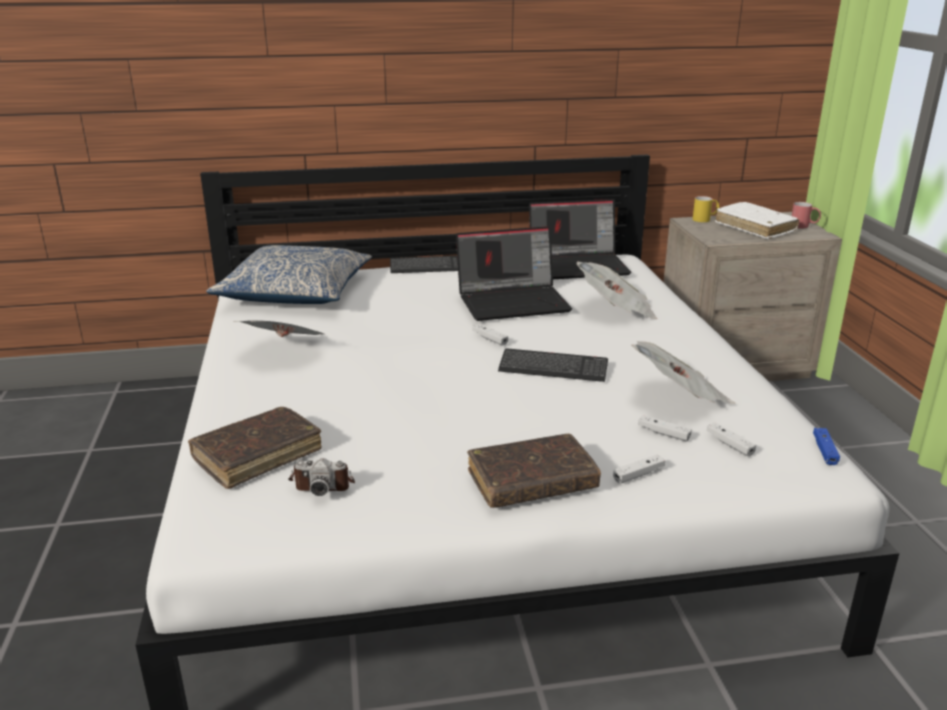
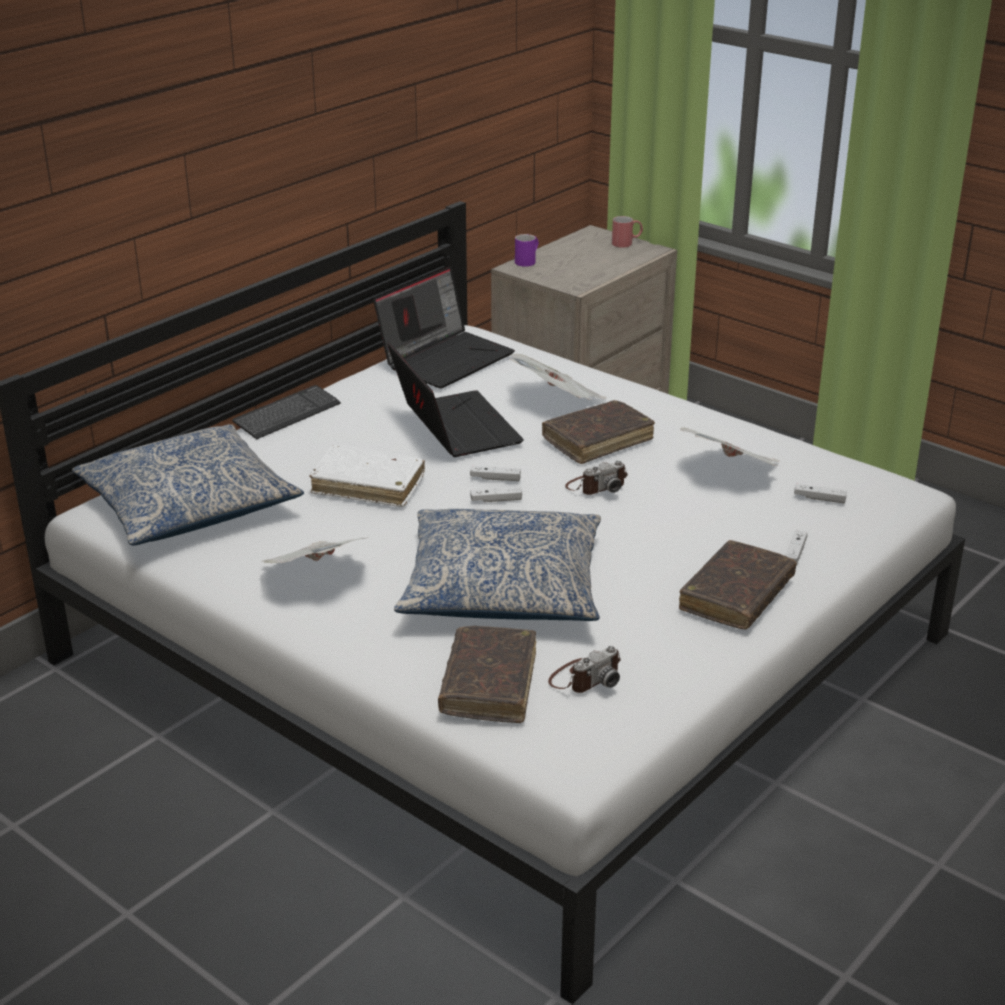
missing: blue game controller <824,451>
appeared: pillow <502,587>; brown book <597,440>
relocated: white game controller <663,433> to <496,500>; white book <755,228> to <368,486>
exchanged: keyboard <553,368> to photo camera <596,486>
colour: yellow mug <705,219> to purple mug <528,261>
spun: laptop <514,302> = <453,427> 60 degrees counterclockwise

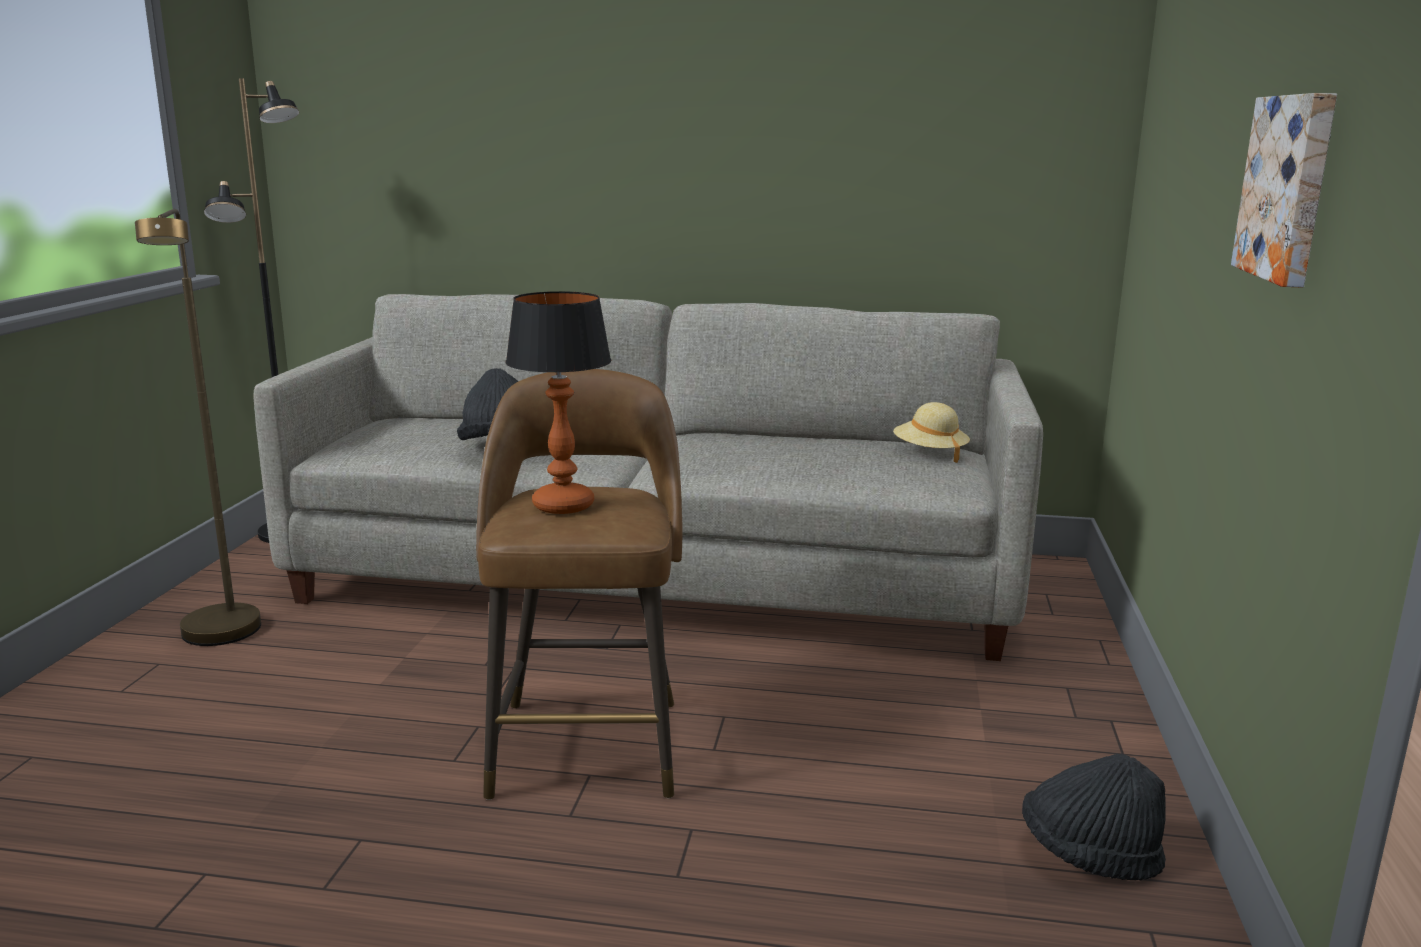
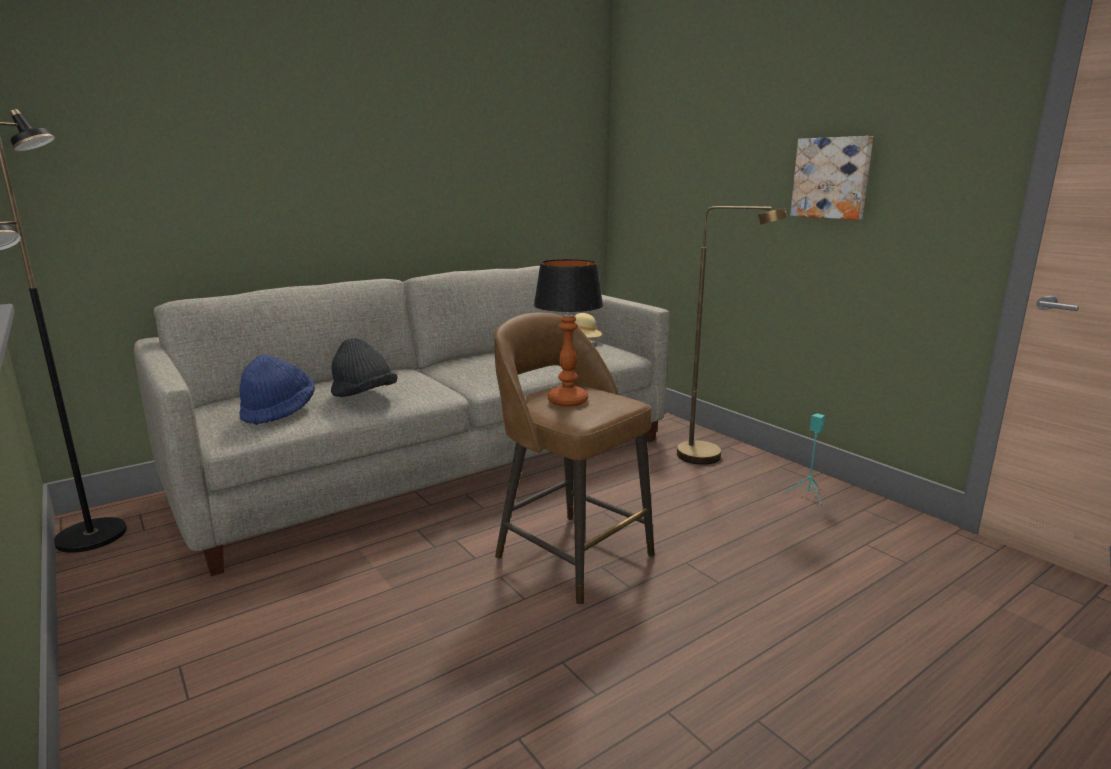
appeared: blue hat <279,412>
relocated: brown floor lamp <222,638> to <711,457>
exchanged: black hat <1089,855> to turquoise speaker <808,495>

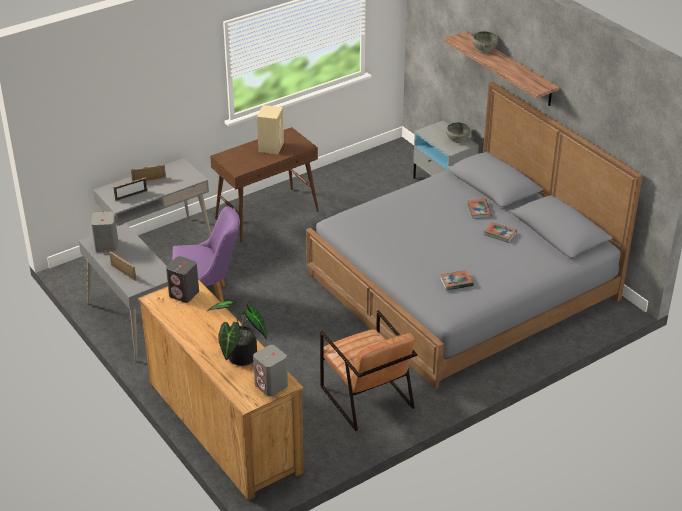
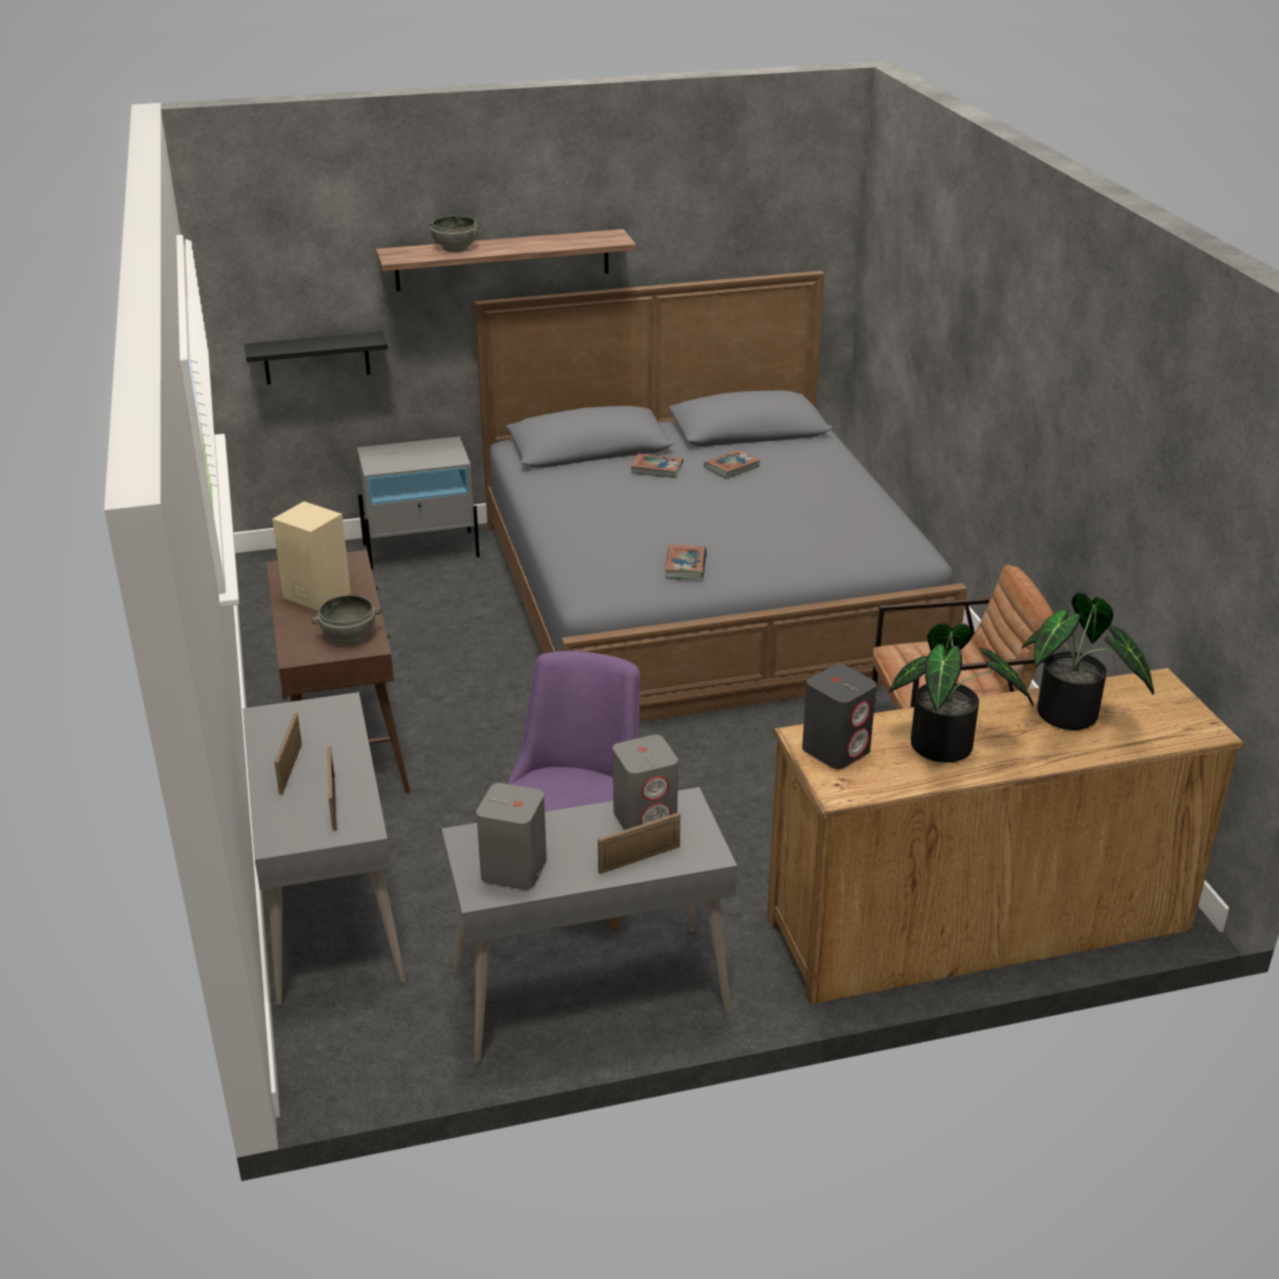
appeared: black shelf <316,358>; potted plant <948,749>
relocated: grey speaker <271,385> to <645,819>; book <456,282> to <685,565>; grey bowl <457,139> to <349,635>

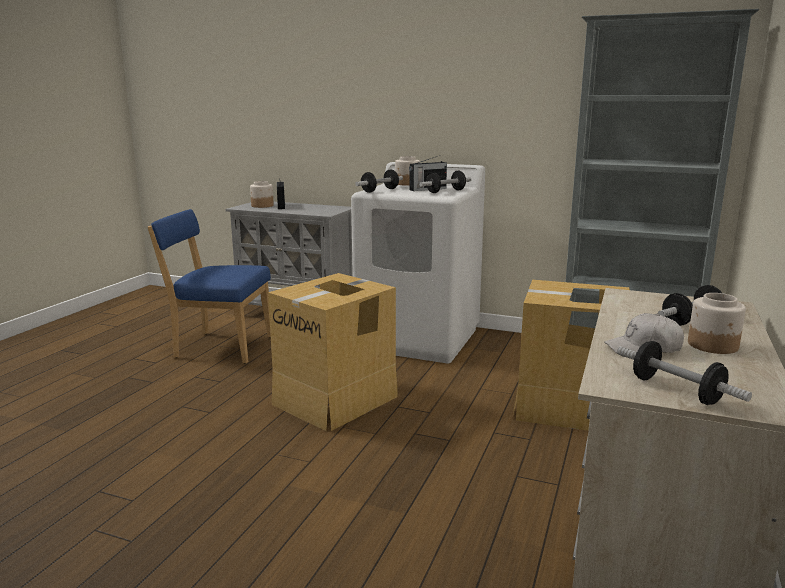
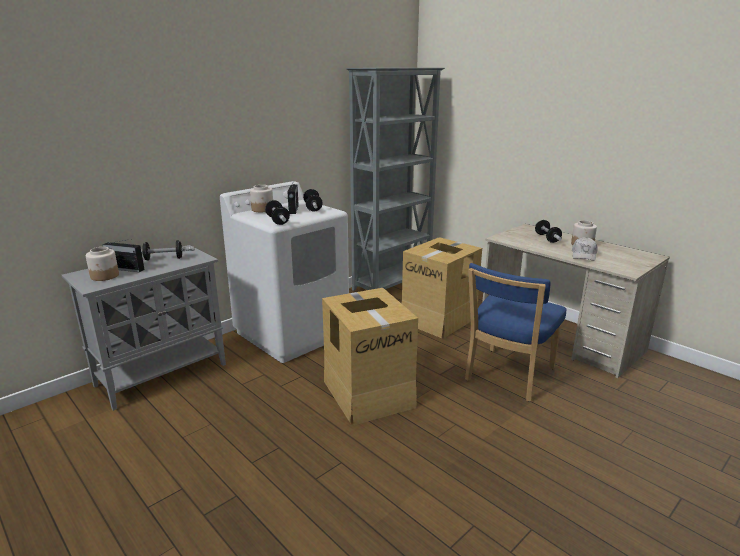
relocated: blue chair <219,347> to <507,376>; dumbbell <676,391> to <164,259>

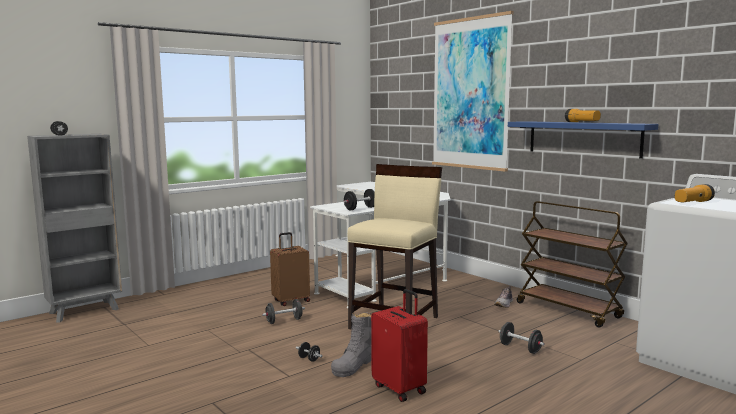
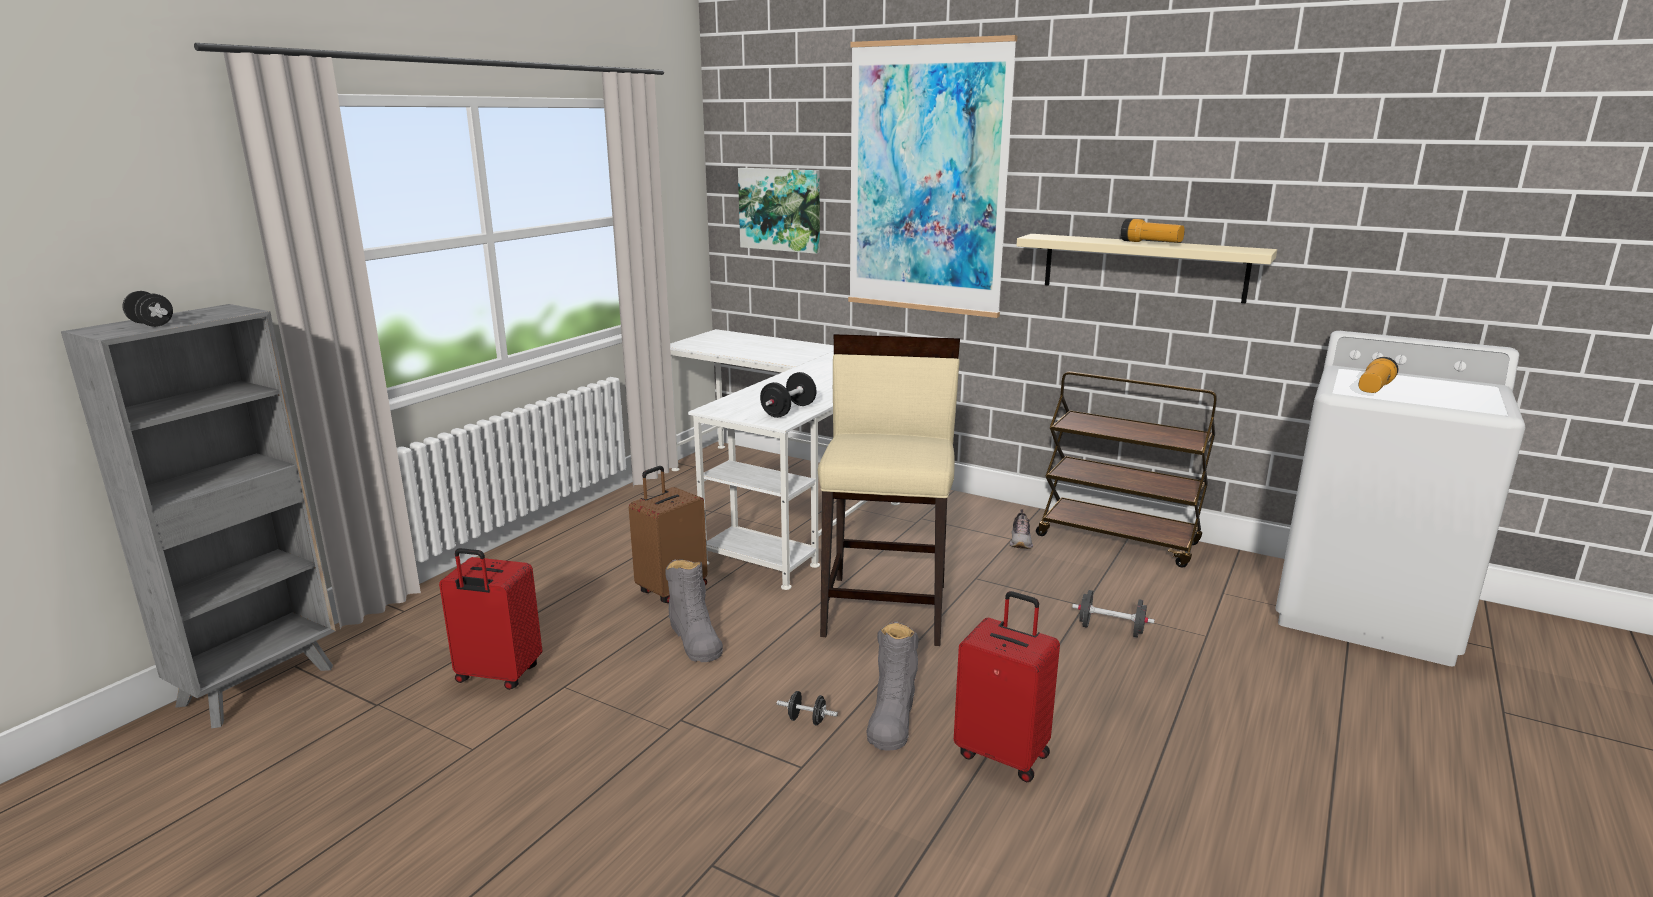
appeared: red suitcase <497,675>; picture <780,209>
exchanged: black dumbbell <284,321> to grey boot <695,639>
colour: blue shelf <583,138> to beige shelf <1143,267>

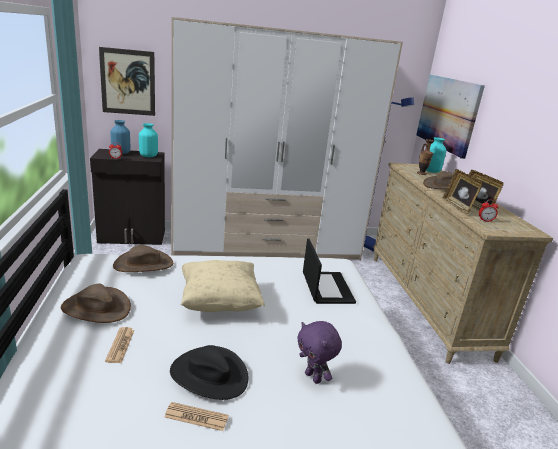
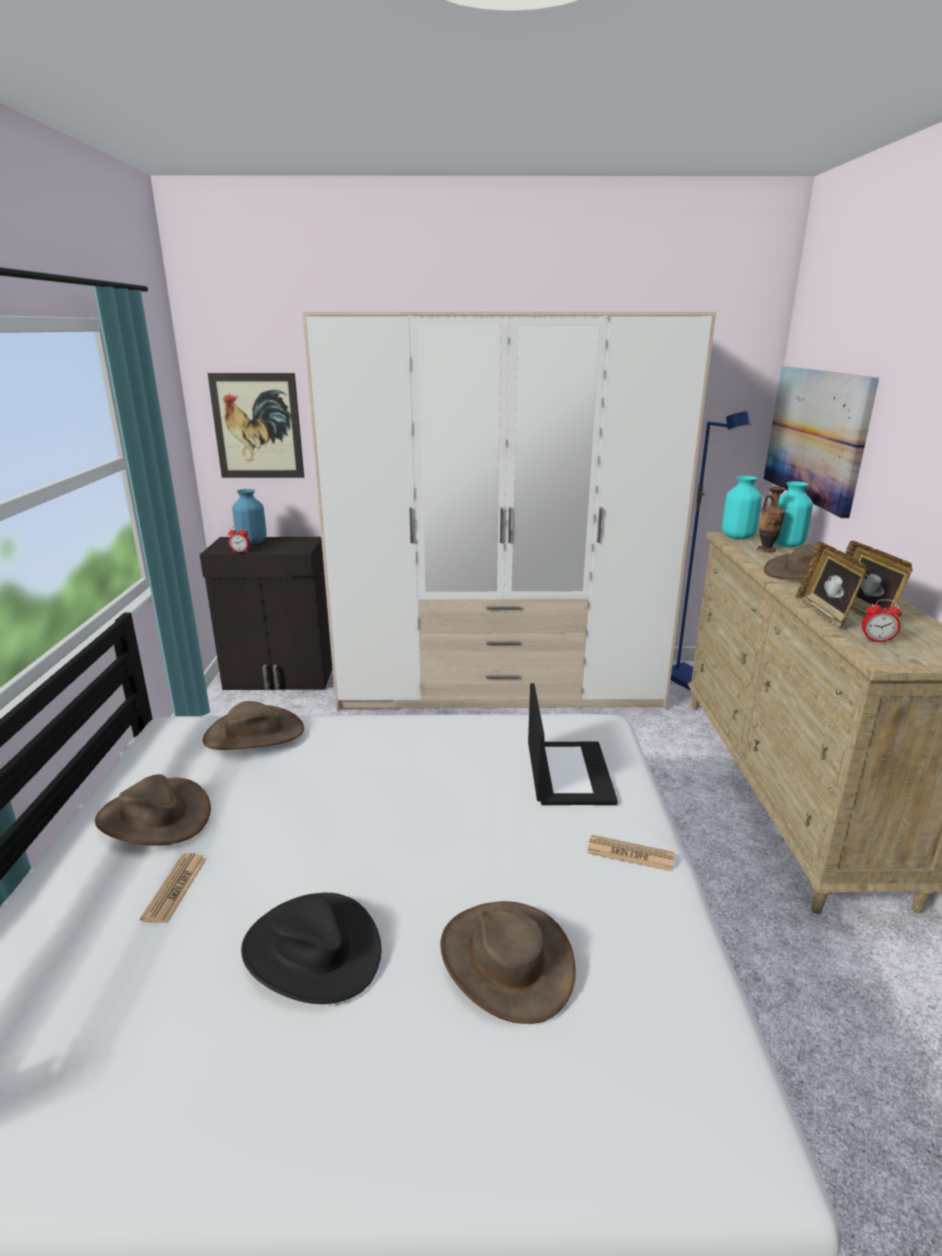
missing: beige pillow <219,303>
relocated: turquoise vase <148,156> to <738,537>; newspaper <196,417> to <630,854>
exchanged: purple plush toy <314,377> to brown hat <506,960>

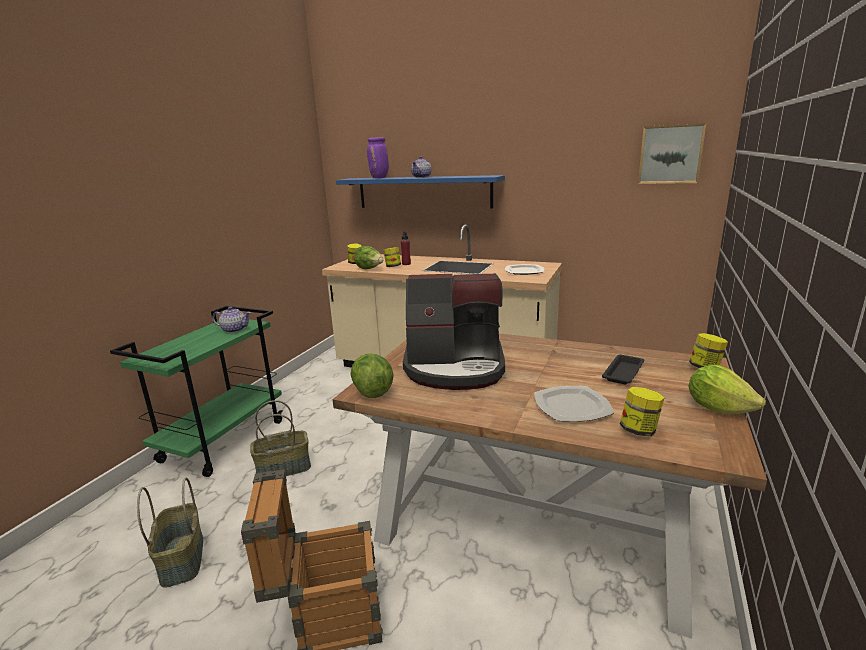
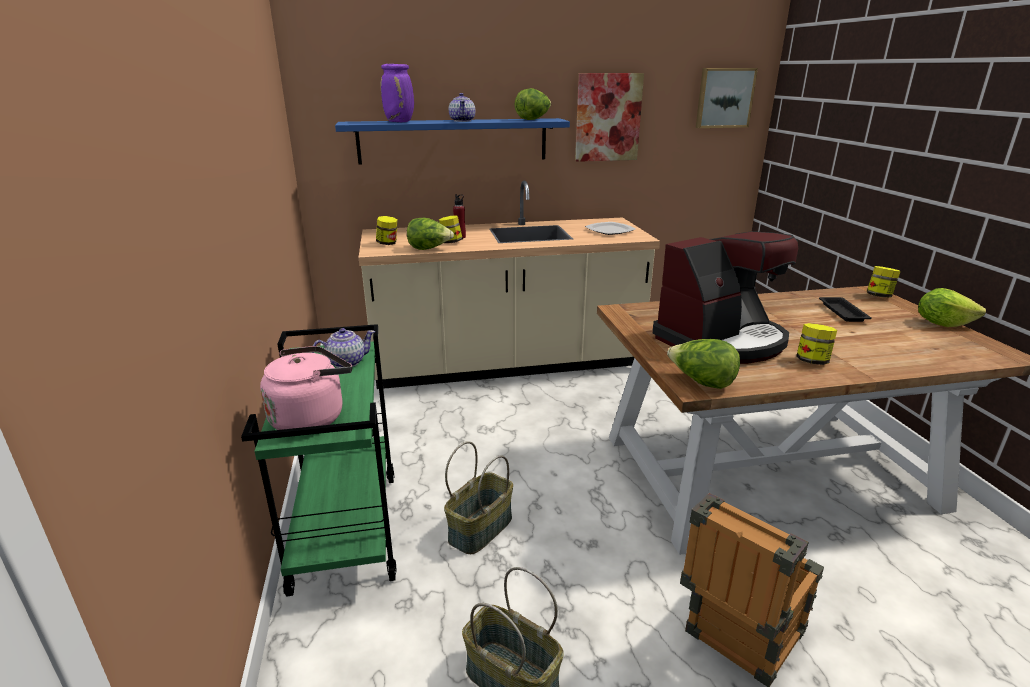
missing: plate <571,406>
appeared: pink kettle <311,417>; lettuce <533,119>; picture <608,117>
relocated: jar <639,430> to <812,361>

